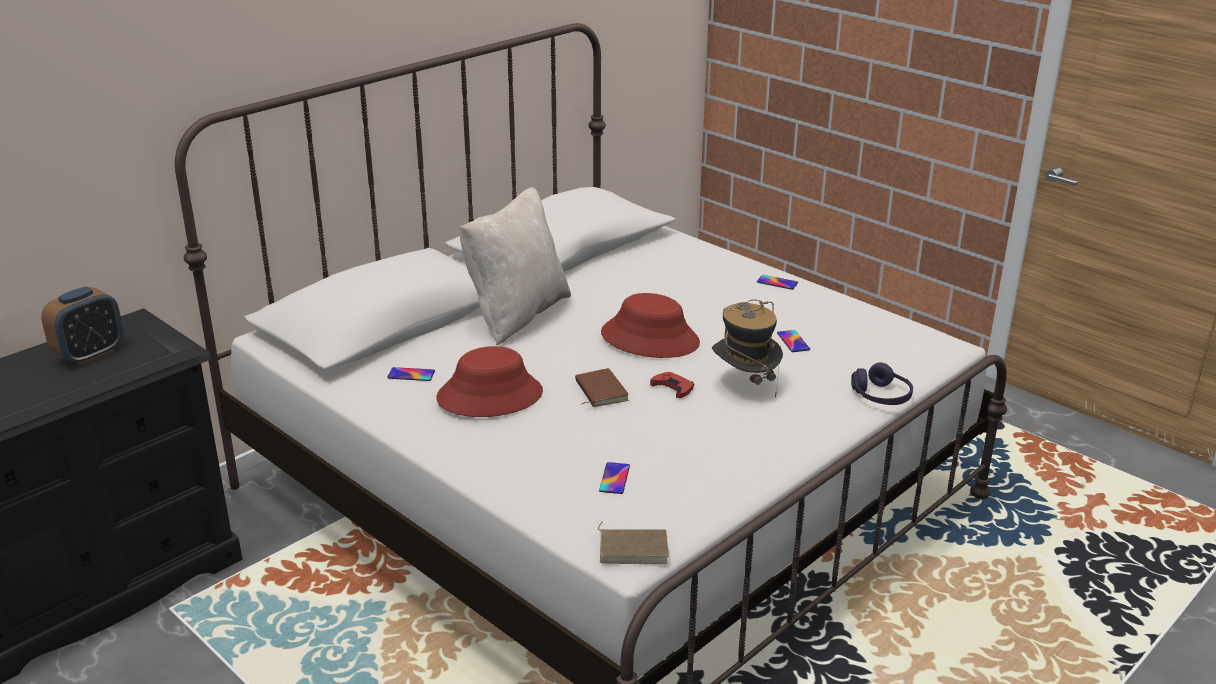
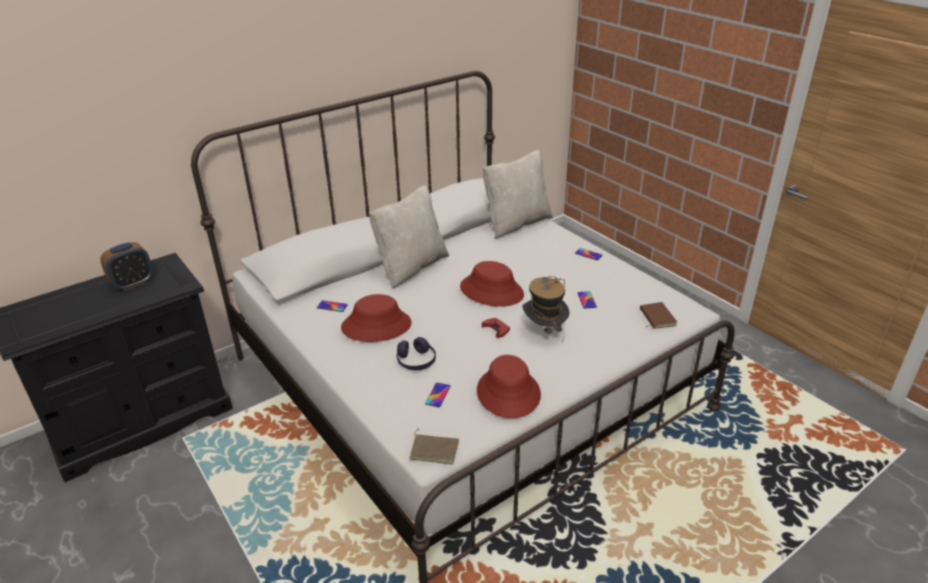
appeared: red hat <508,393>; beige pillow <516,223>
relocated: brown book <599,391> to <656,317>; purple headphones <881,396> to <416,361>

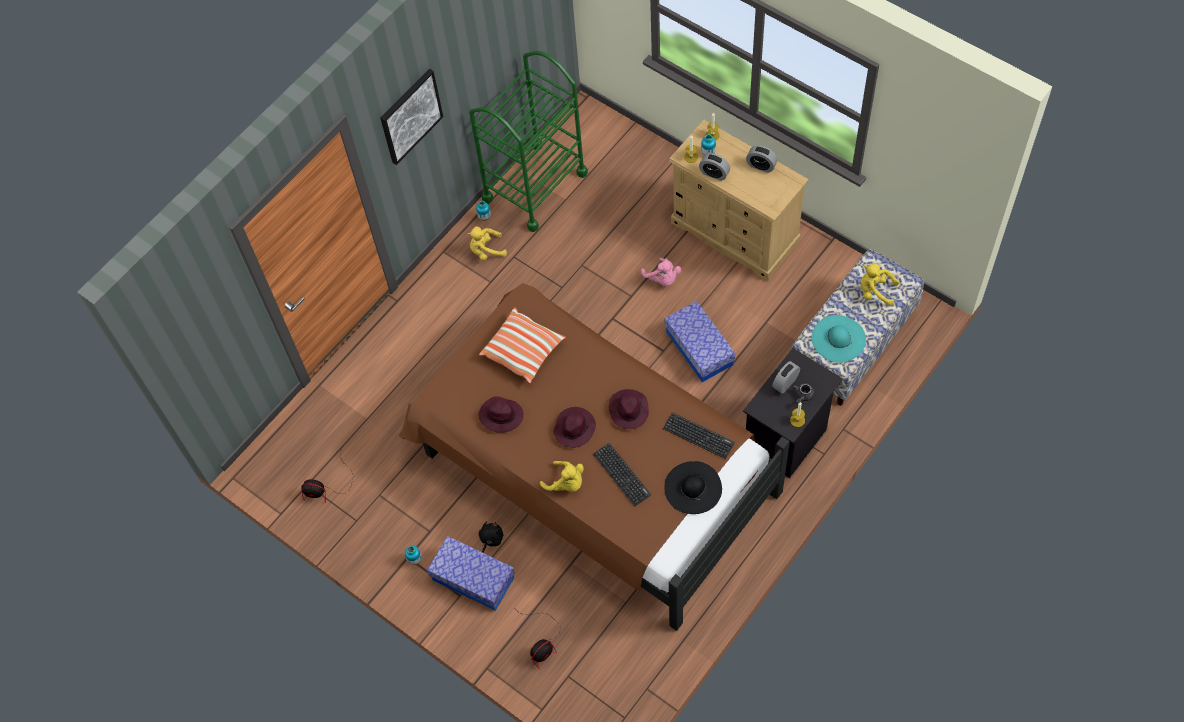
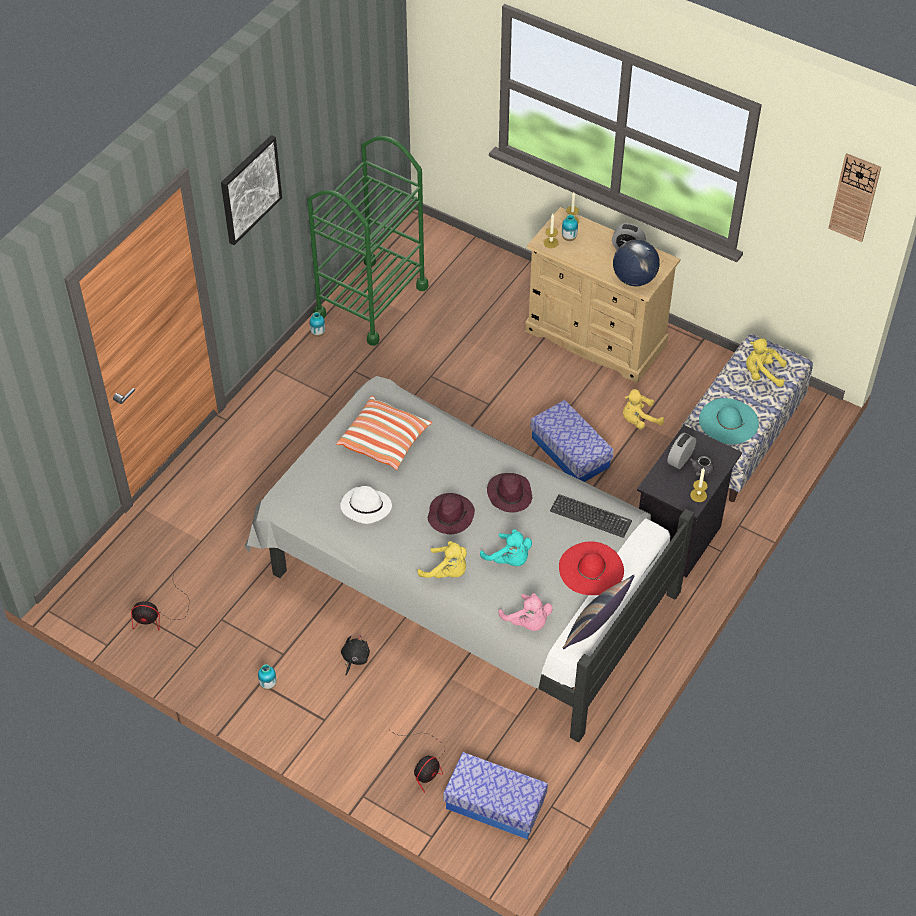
missing: alarm clock <714,173>
appeared: pillow <595,630>; globe <634,279>; wall clock <854,197>
relocated: storage box <473,579> to <495,804>; yellow plush toy <486,250> to <639,420>; pink plush toy <662,279> to <527,622>
exchanged: keyboard <622,474> to turquoise plush toy <509,559>
colour: brown bed <591,465> to grey bed <463,576>; purple hat <500,416> to white hat <365,507>; black hat <693,487> to red hat <591,569>

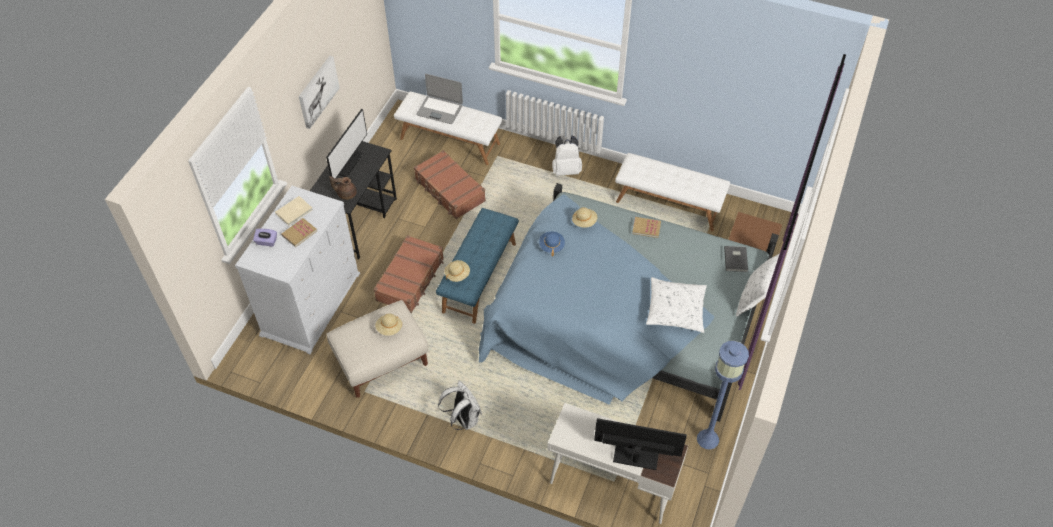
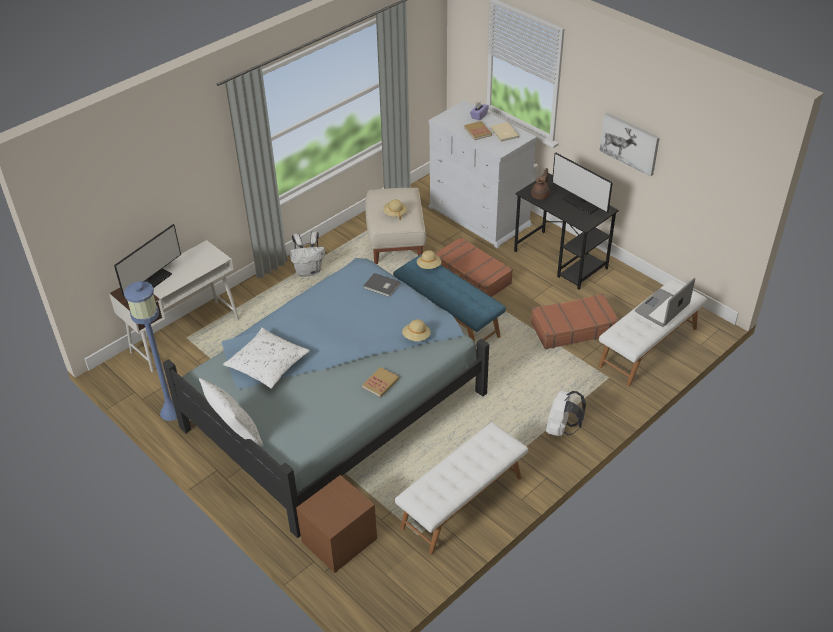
missing: blue hat <551,246>
relocated: grey book <736,259> to <381,286>

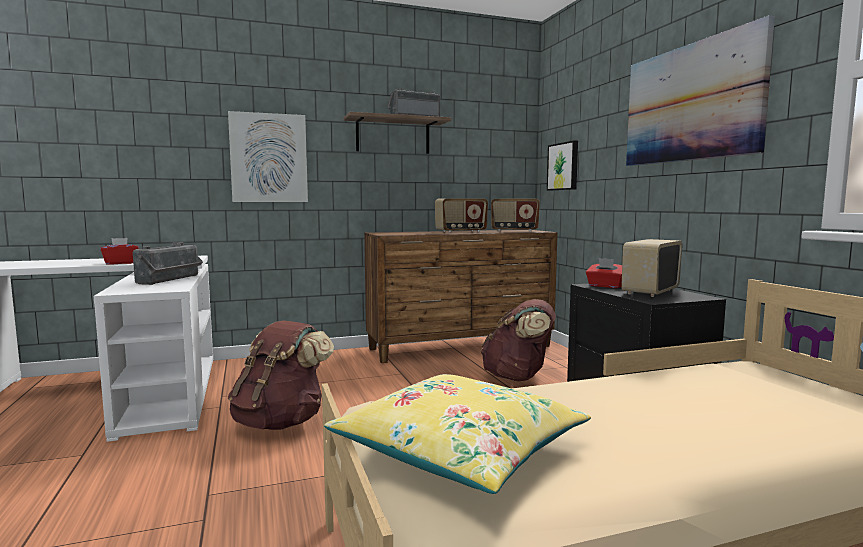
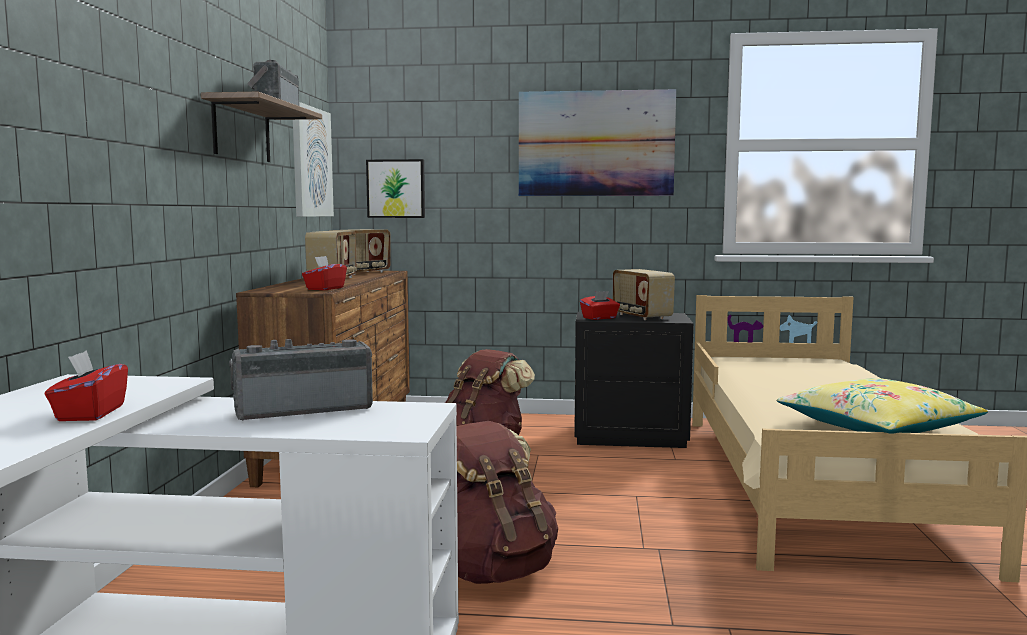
appeared: red tissue box <325,289>
relocated: picture <269,158> to <311,162>
spun: radio <171,280> = <304,409> 60 degrees counterclockwise

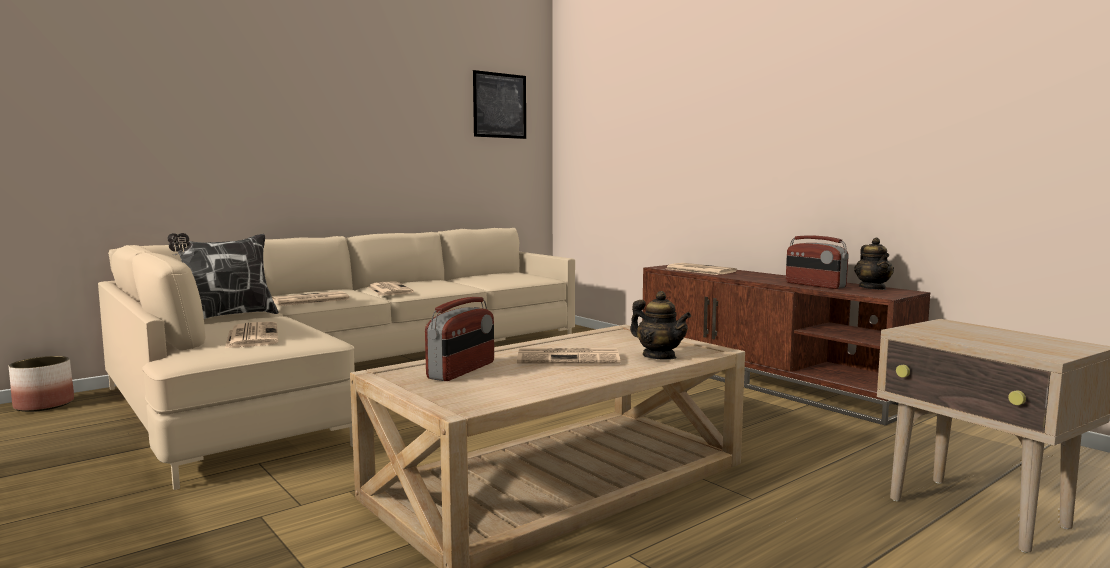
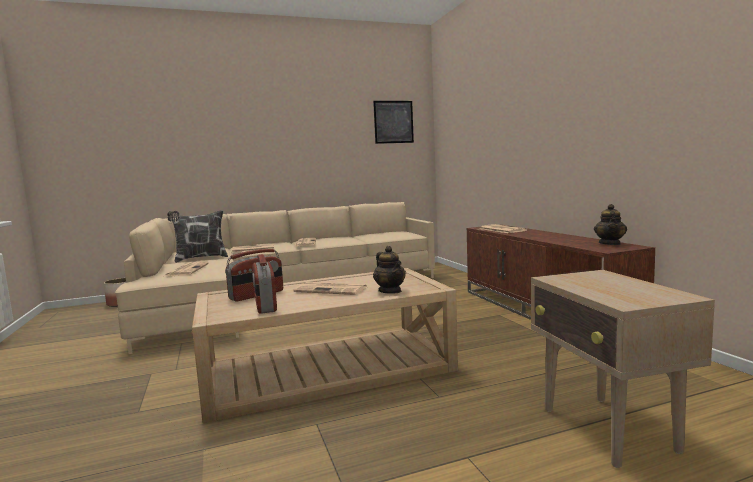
relocated: radio <814,285> to <265,305>

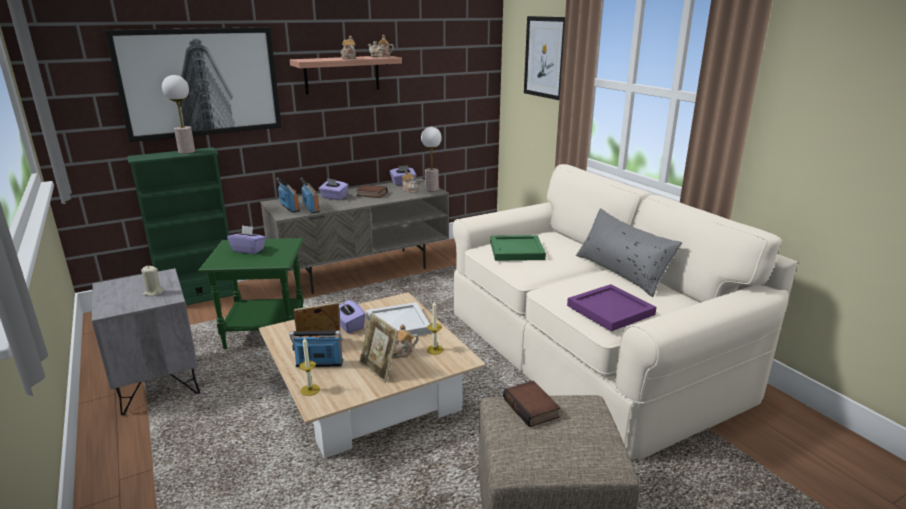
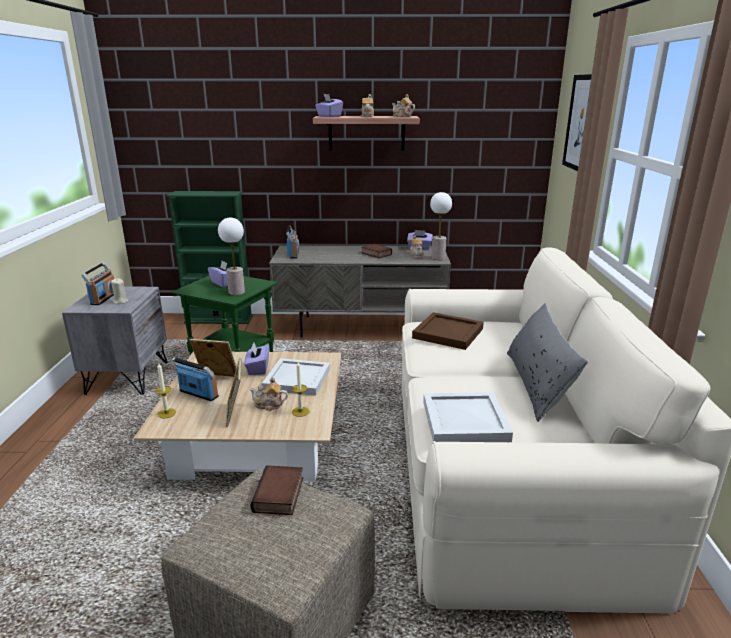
missing: picture <200,82>
relocated: table lamp <186,152> to <236,292>; radio <311,208> to <103,298>; purple tissue box <334,197> to <329,116>
colour: green tray <516,251> to brown tray <447,333>; purple tray <609,310> to white tray <463,420>

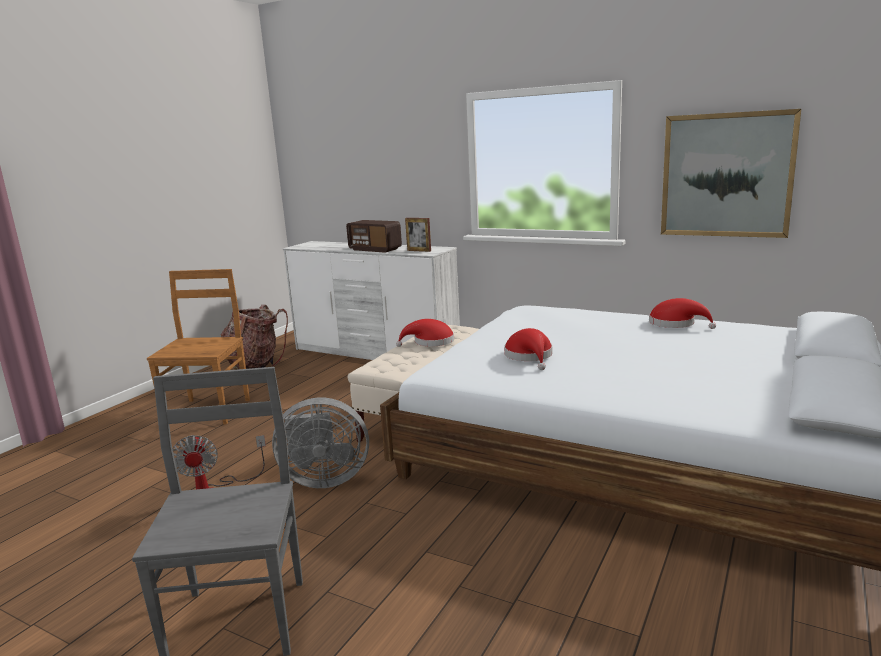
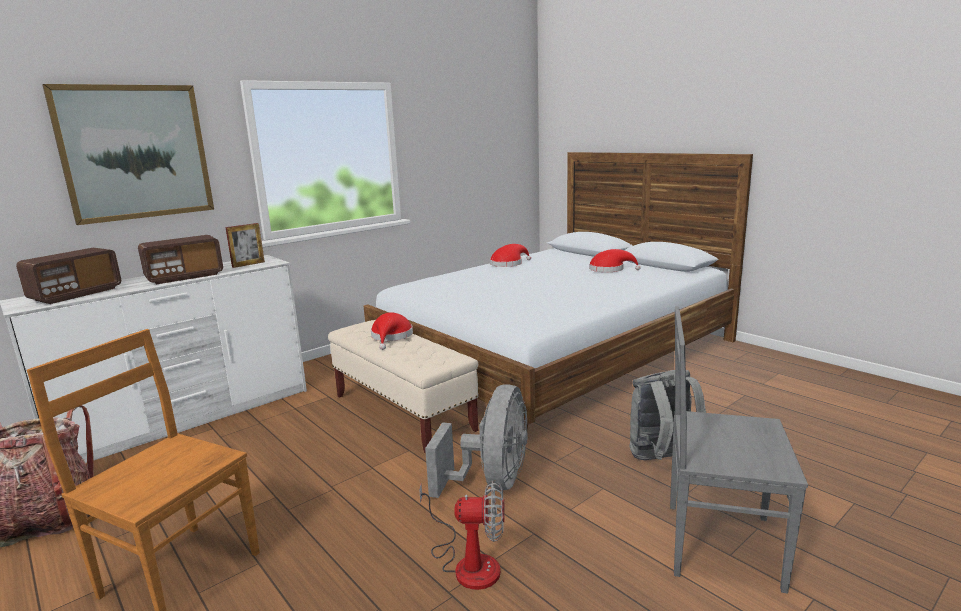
appeared: radio <76,294>; grey backpack <662,459>
relocated: red hat <530,356> to <609,269>; picture <726,175> to <135,152>

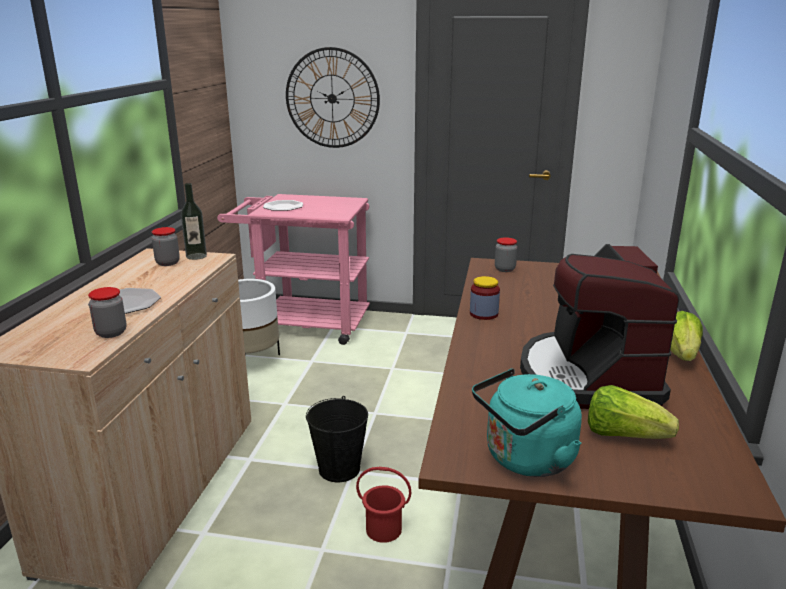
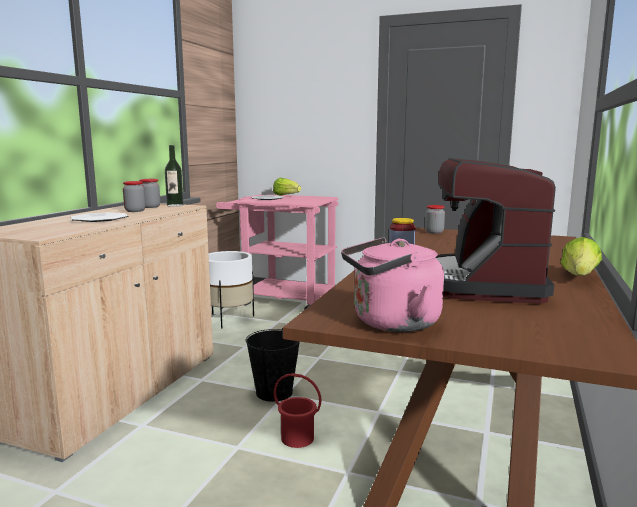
missing: wall clock <332,98>
relocated: jar <111,333> to <135,211>; lettuce <623,435> to <286,196>
colour: turquoise kettle <525,459> to pink kettle <391,323>

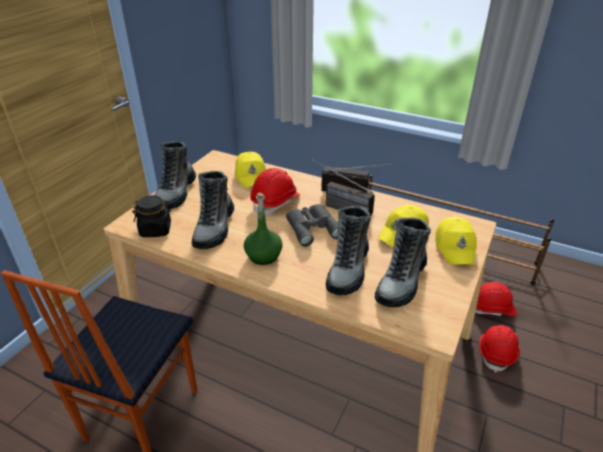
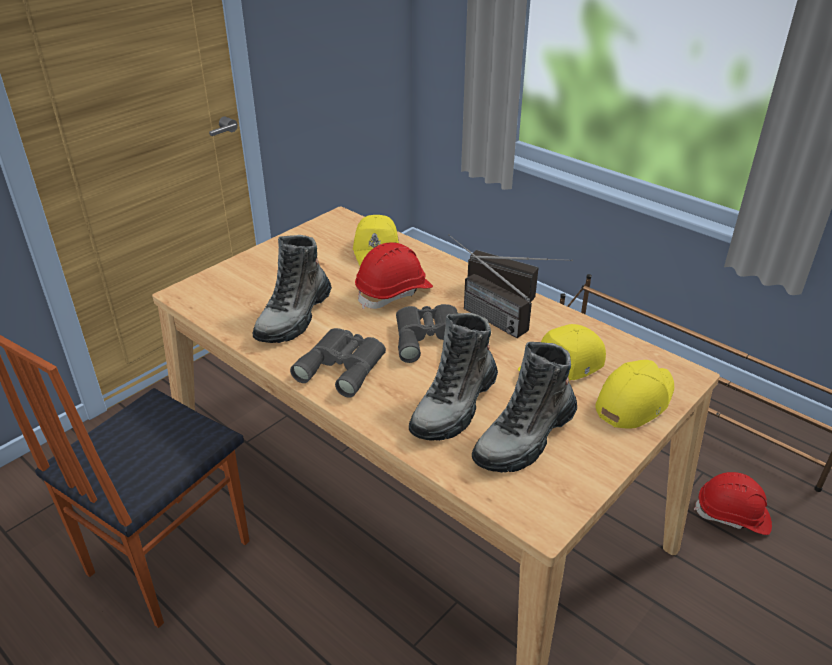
missing: black jar <156,230>; boot <175,194>; red hard hat <497,352>
exchanged: green bottle <263,255> to grey binoculars <344,365>
spun: yellow cap <455,246> = <634,401> 150 degrees counterclockwise

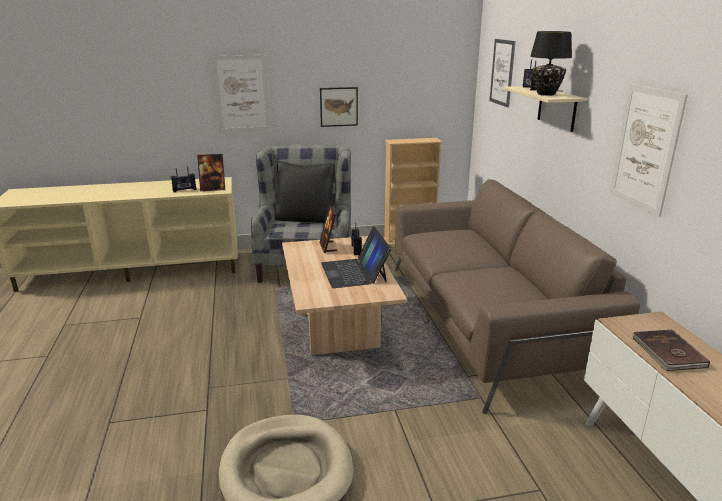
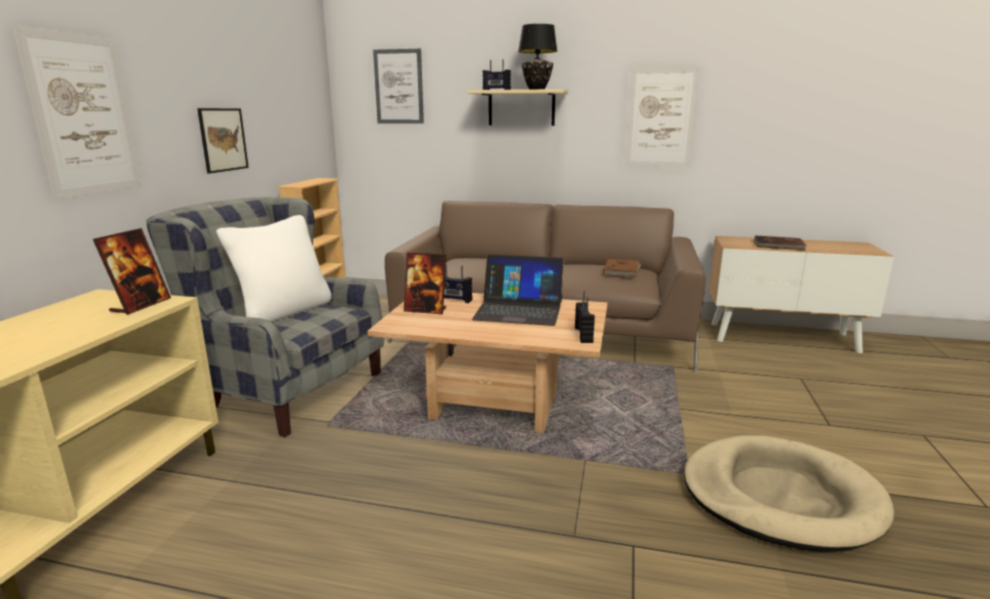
appeared: brown book <622,270>
relocated: radio <184,190> to <584,335>
colour: black pillow <306,219> to white pillow <284,312>

